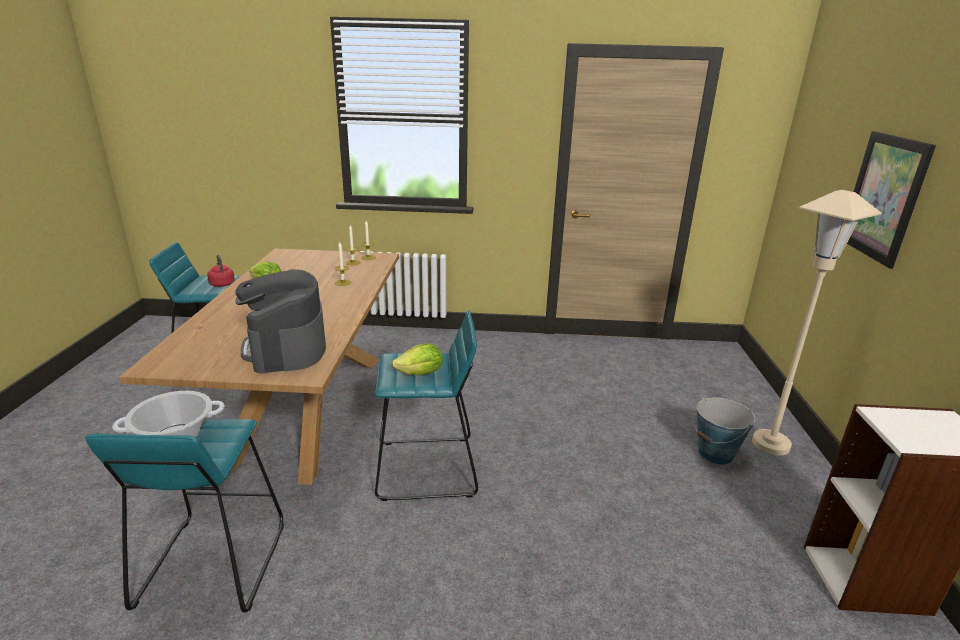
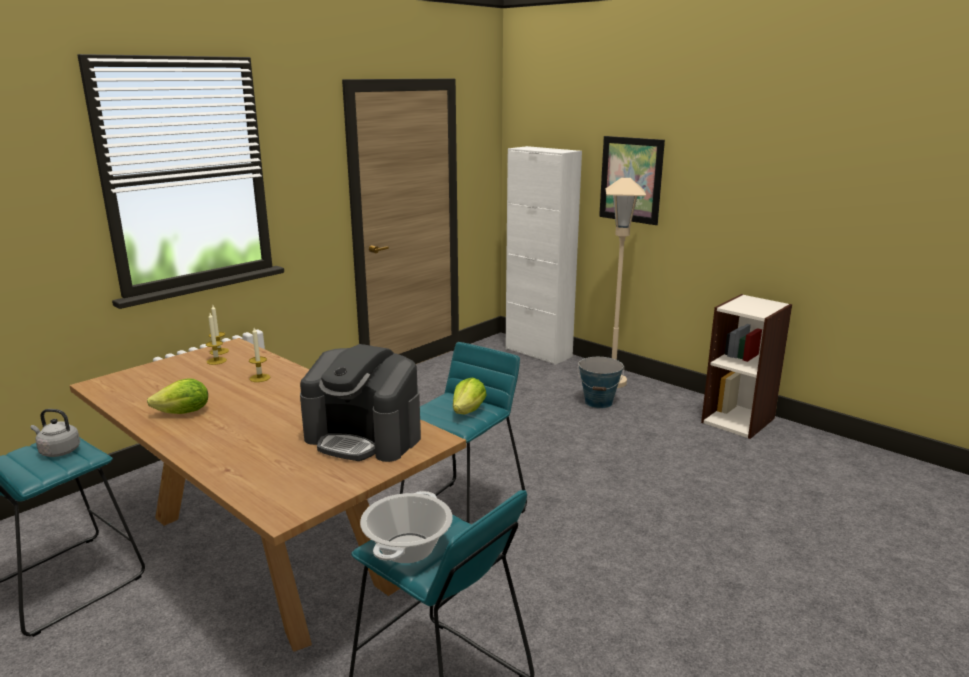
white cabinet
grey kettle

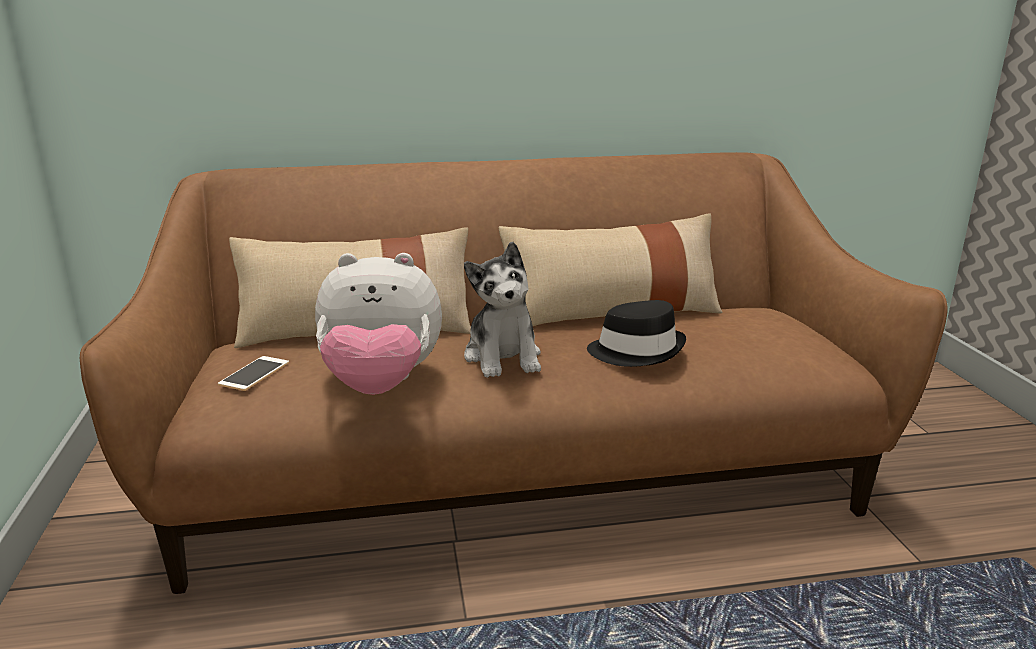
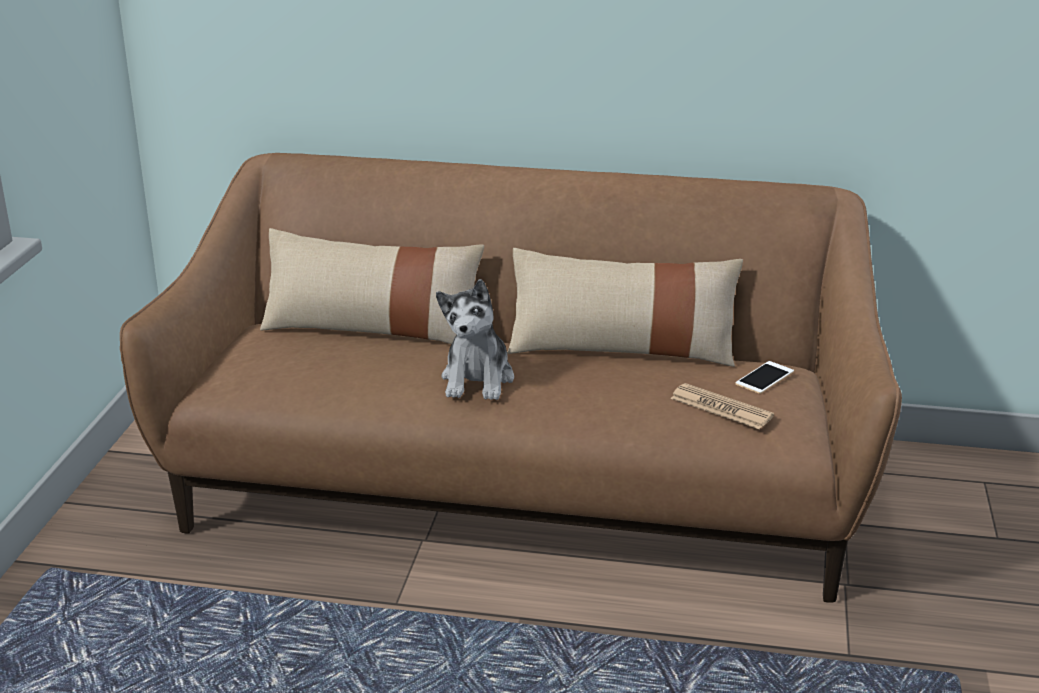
plush toy (1st from left in the first image)
black hat
newspaper
phone

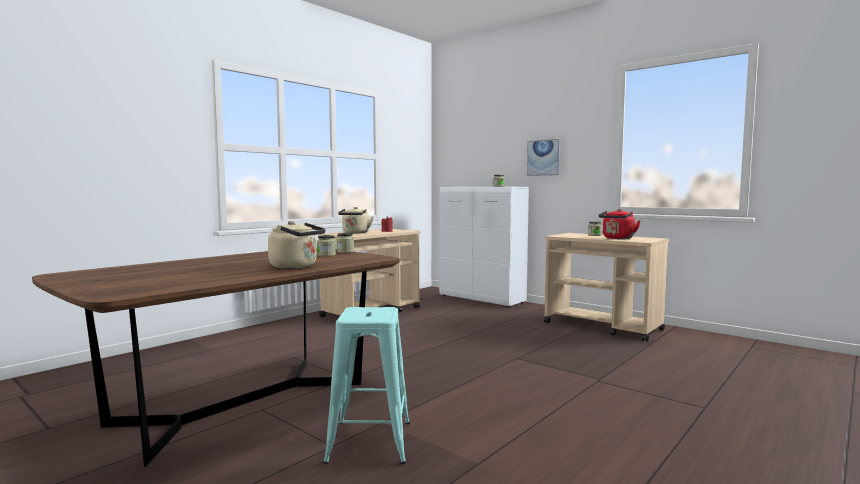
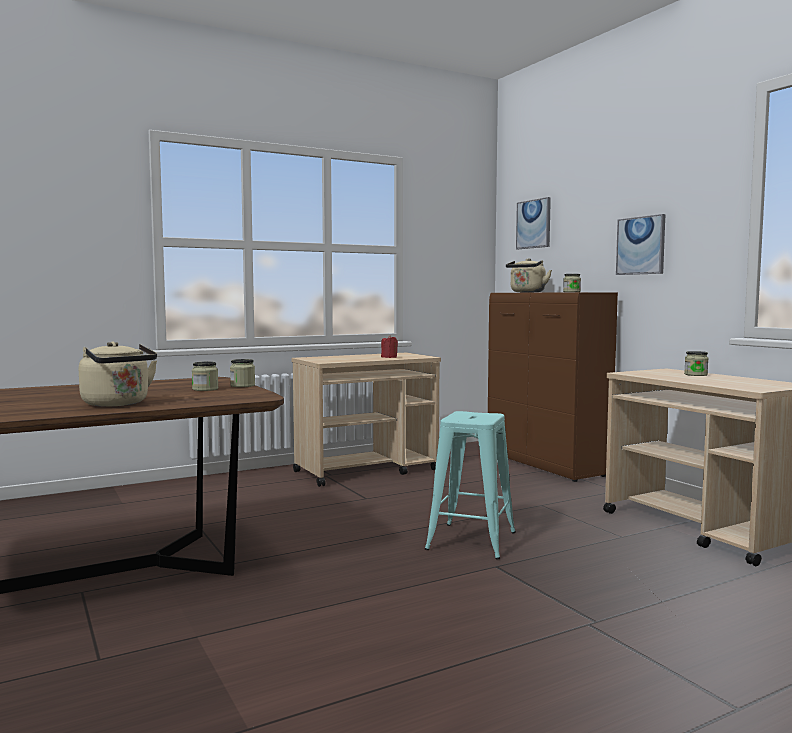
red kettle
picture (1st from left)
turquoise stool
beige kettle (2nd from left)
brown cabinet

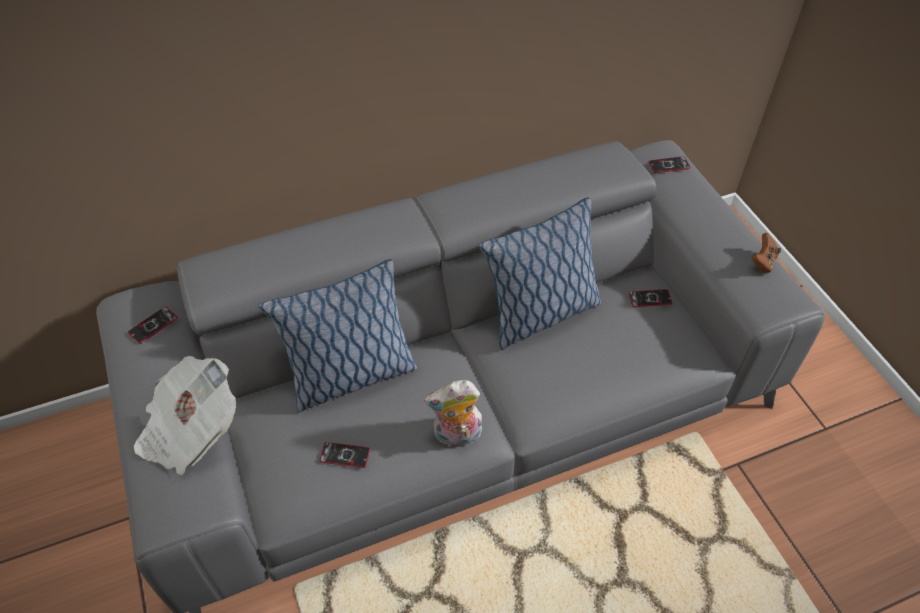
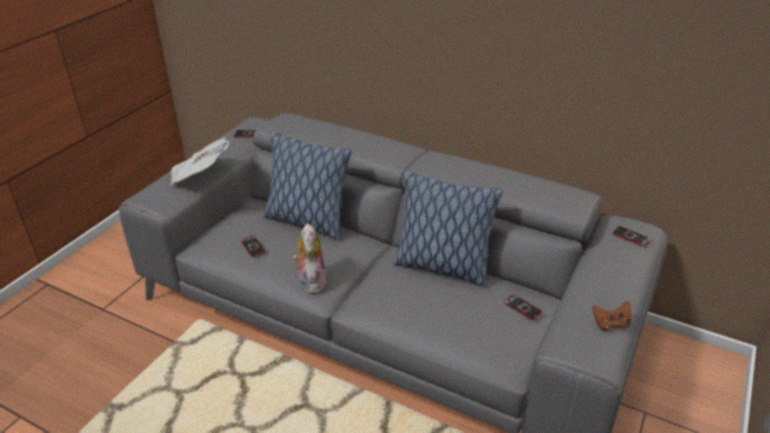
plush toy

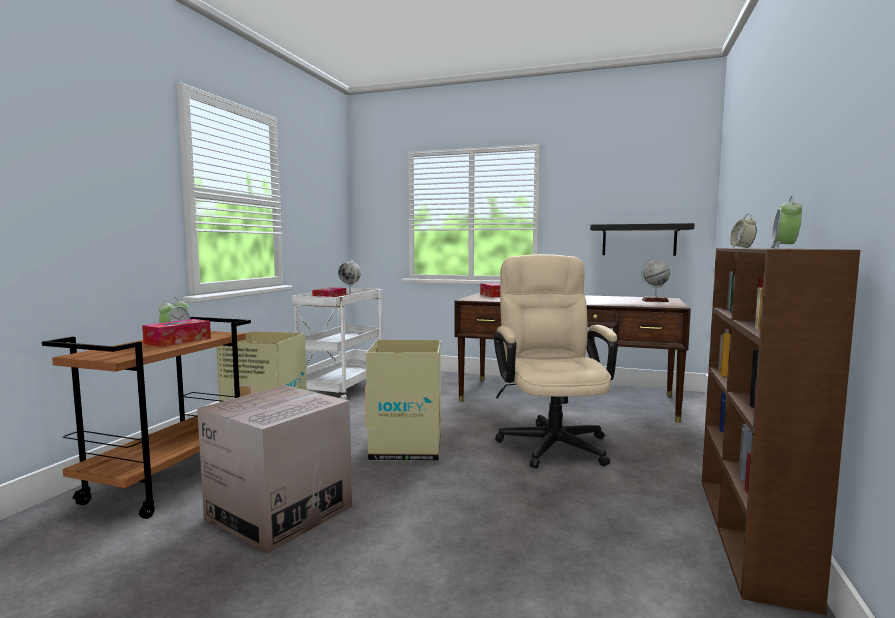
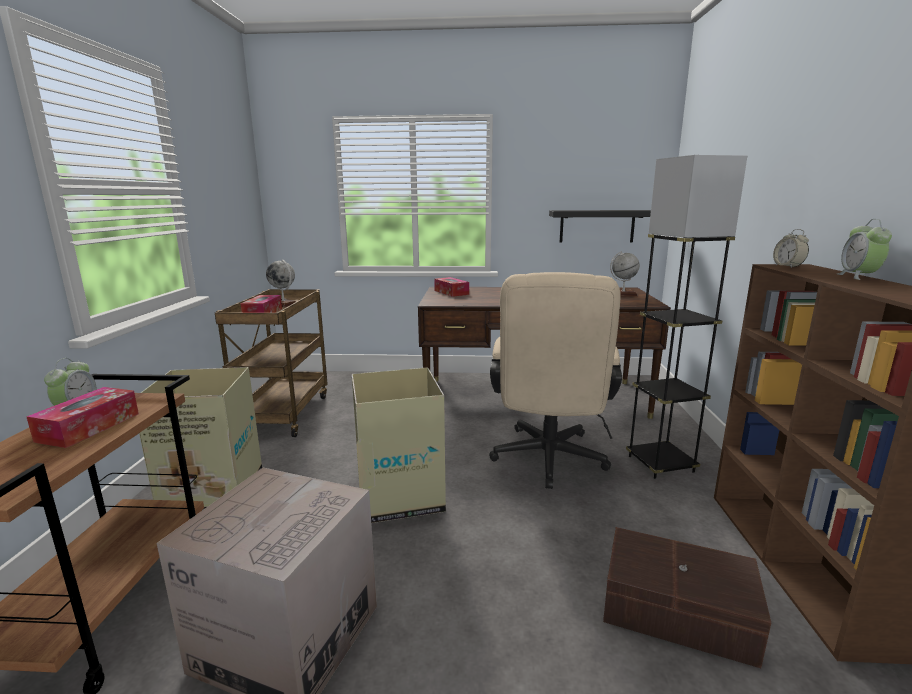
brown storage box
grey floor lamp
brown cart (2nd from left)
beige office chair

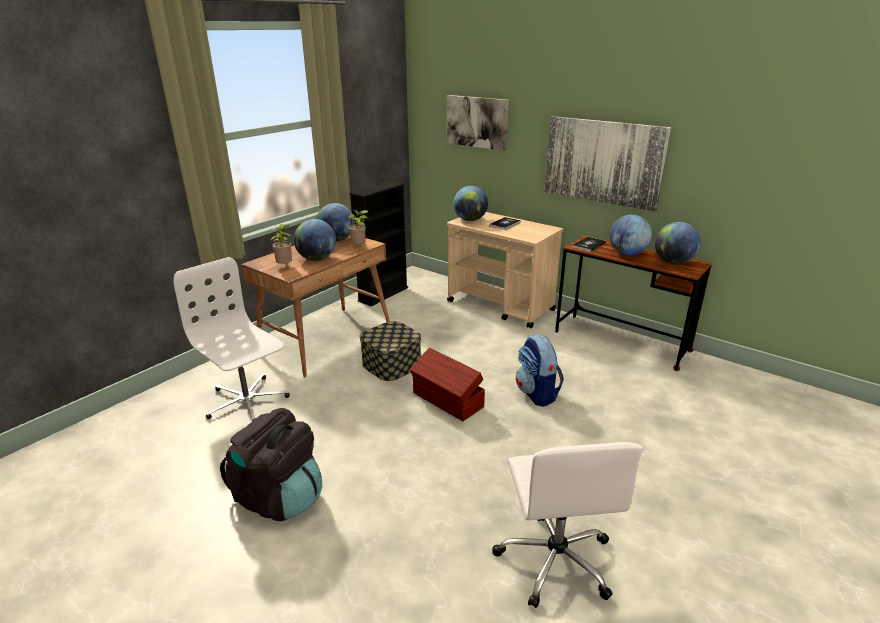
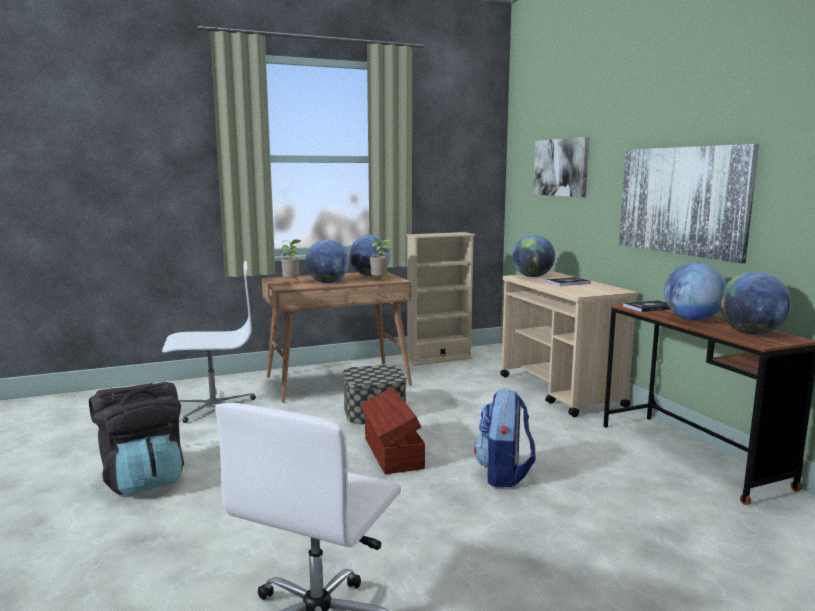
beige bookcase
white office chair (1st from left)

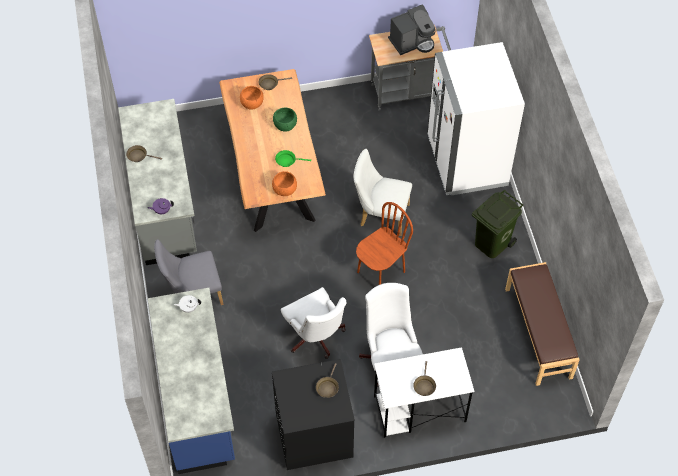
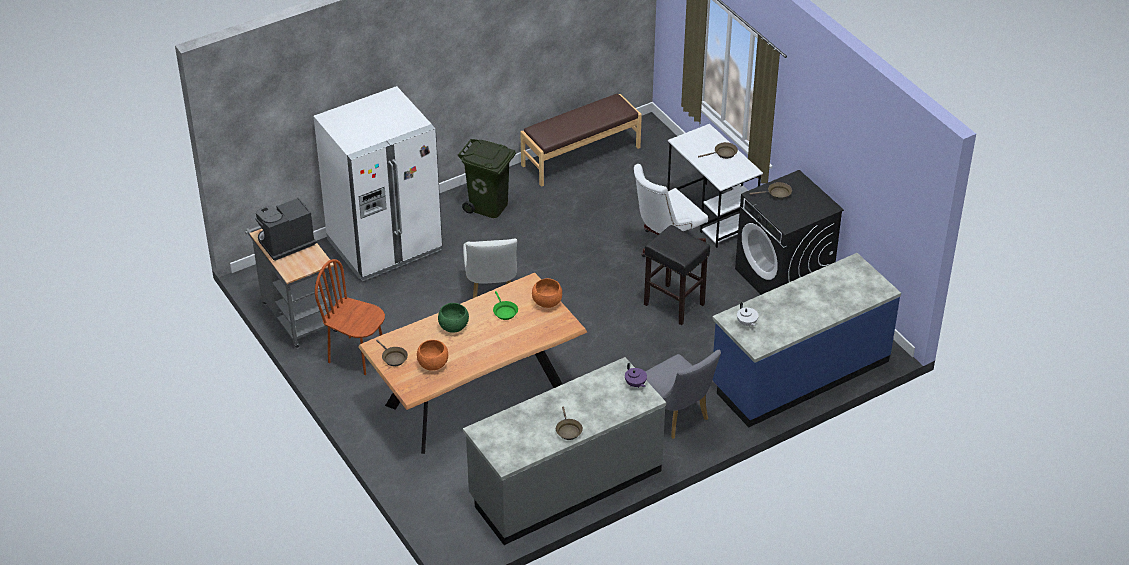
brown chair
black stool
coffee machine

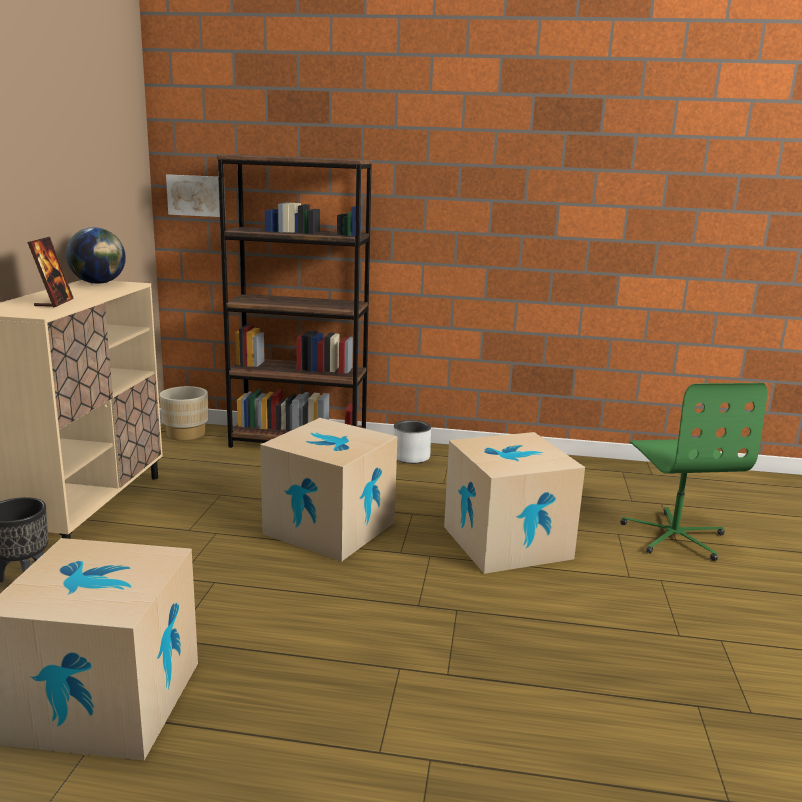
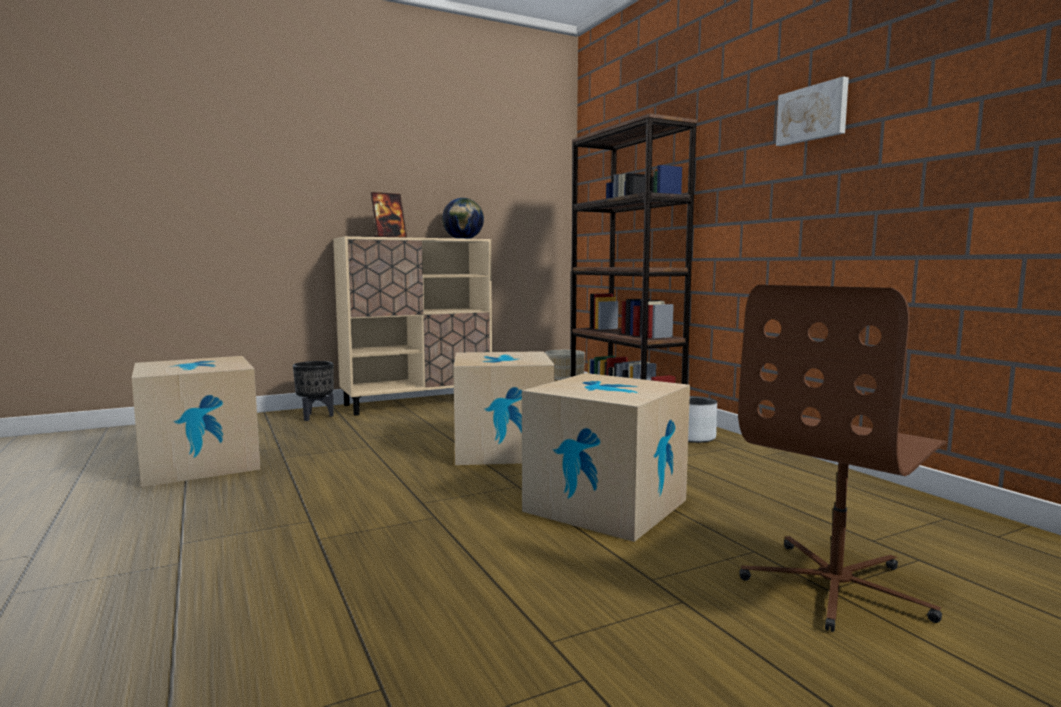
picture
brown office chair

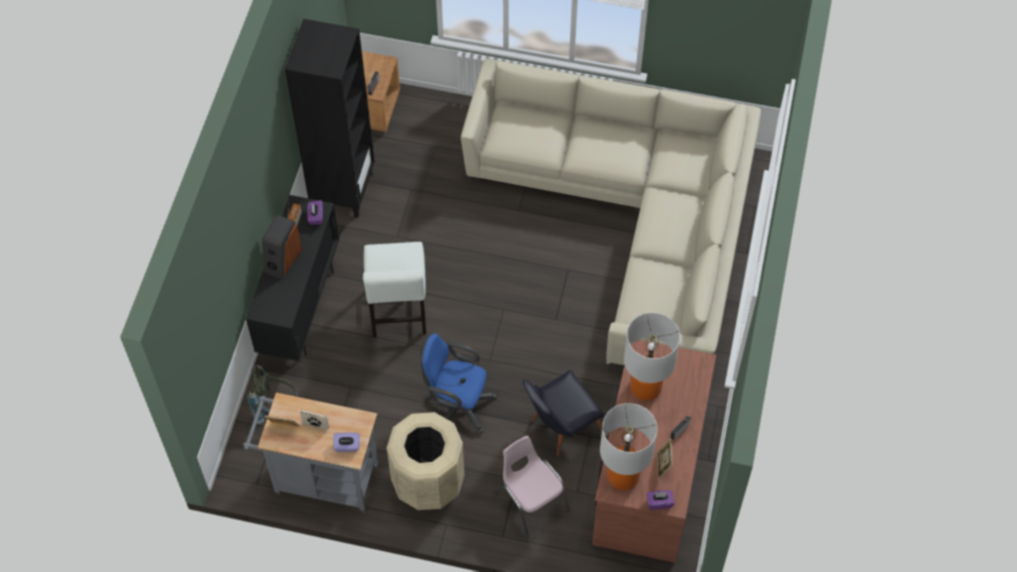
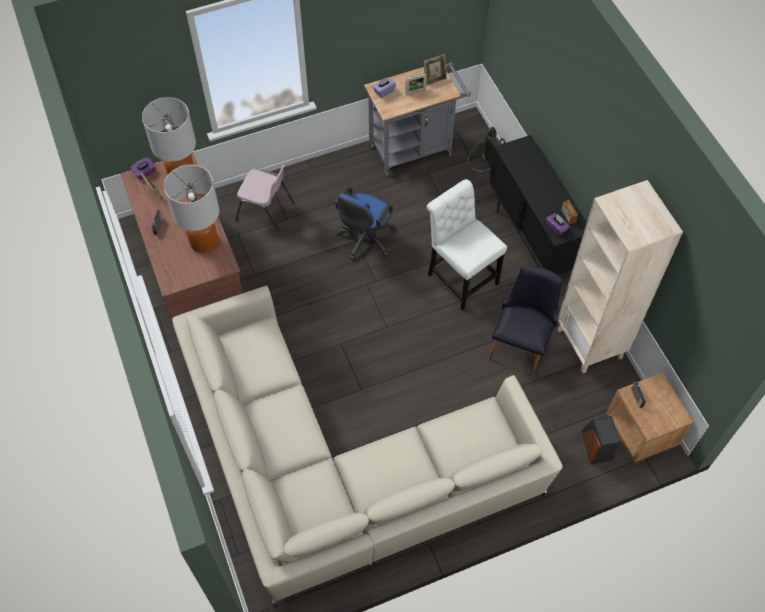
beige trash can
speaker
black chair
beige bookcase
blue office chair

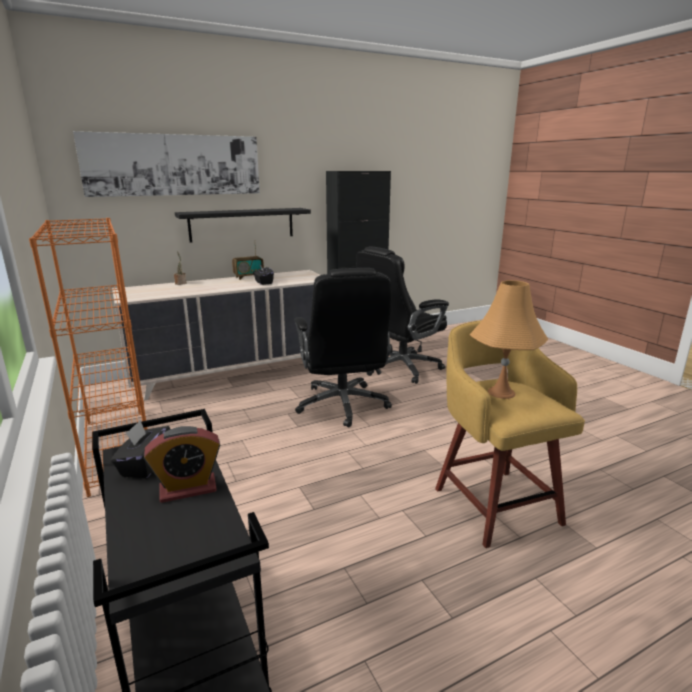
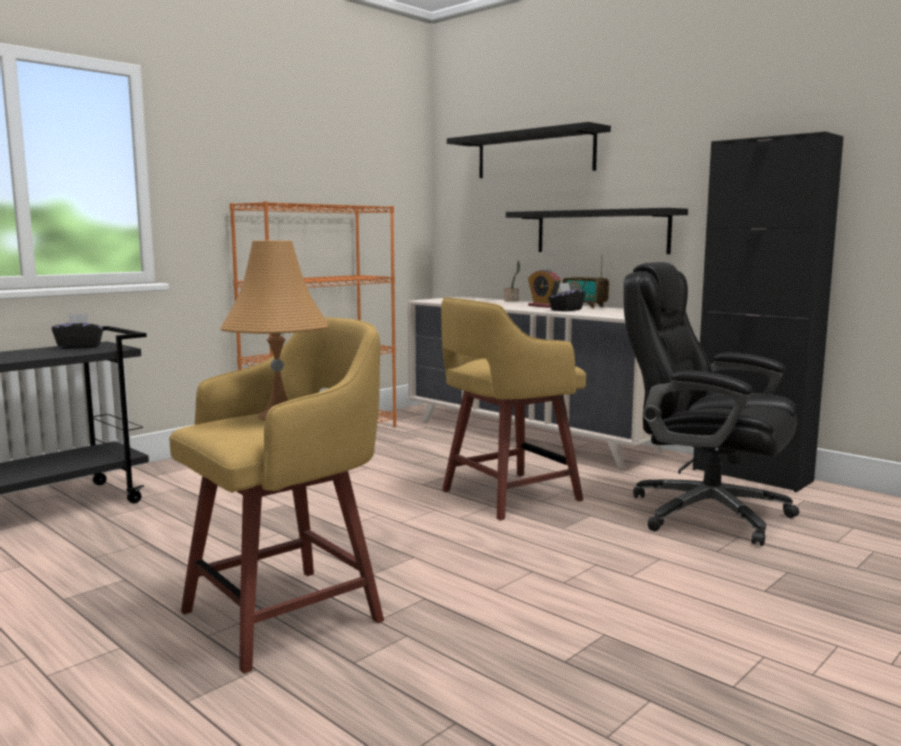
alarm clock
black shelf (1st from left)
yellow stool (2nd from left)

